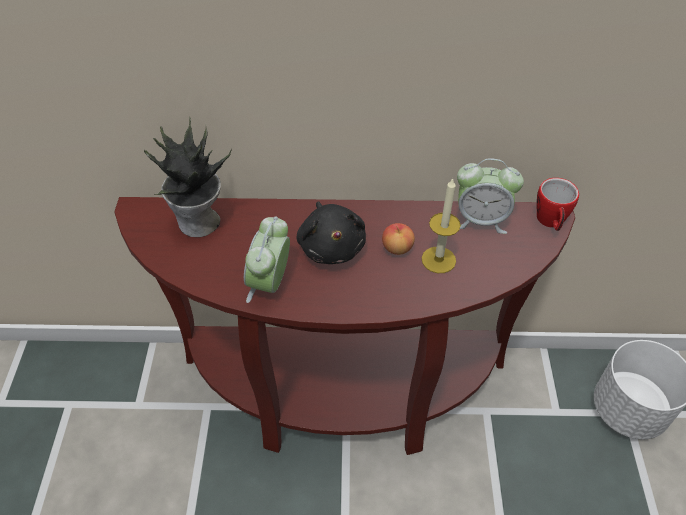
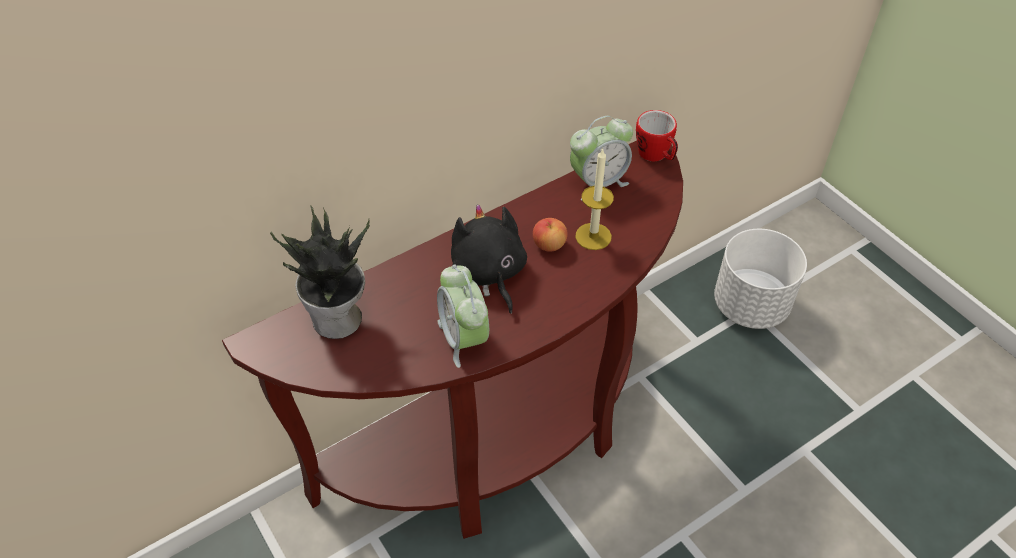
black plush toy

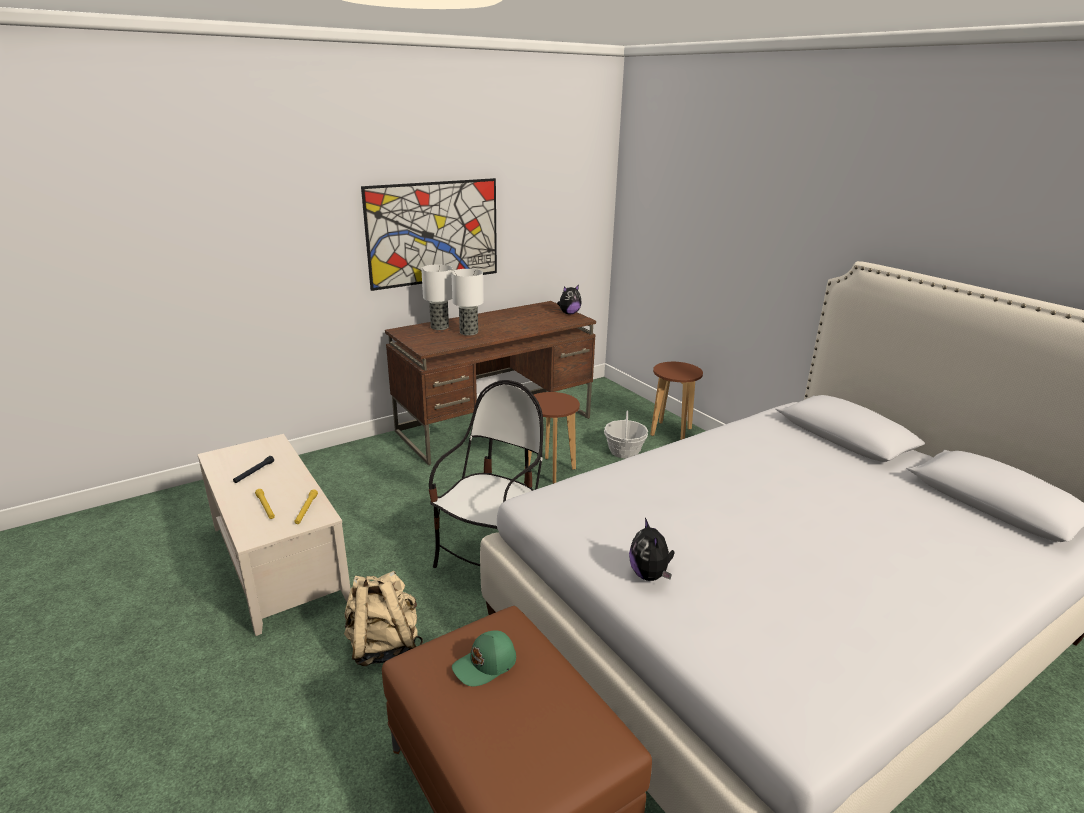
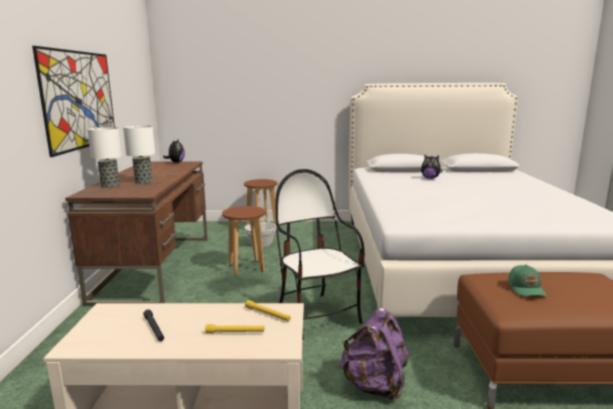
plush toy (2nd from left)
purple backpack

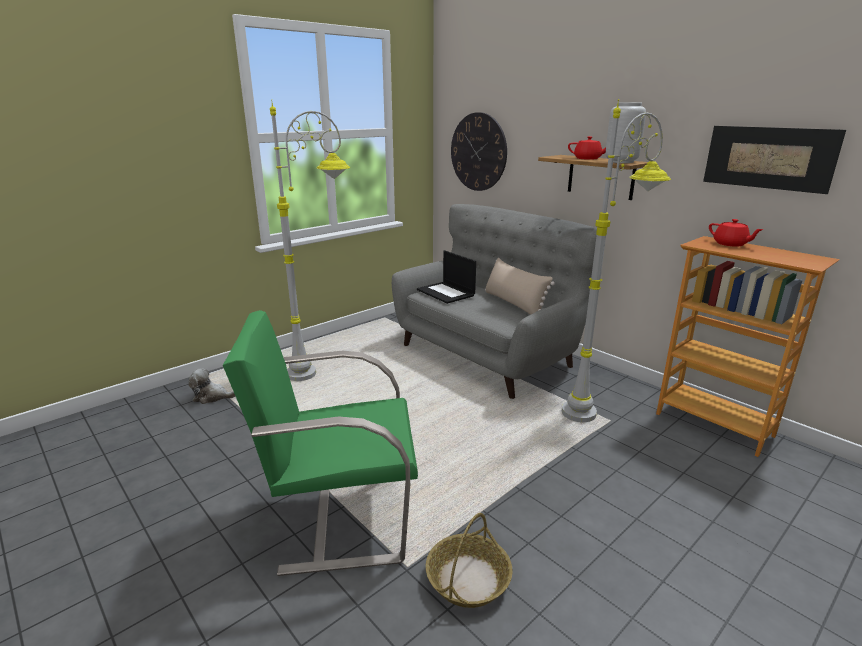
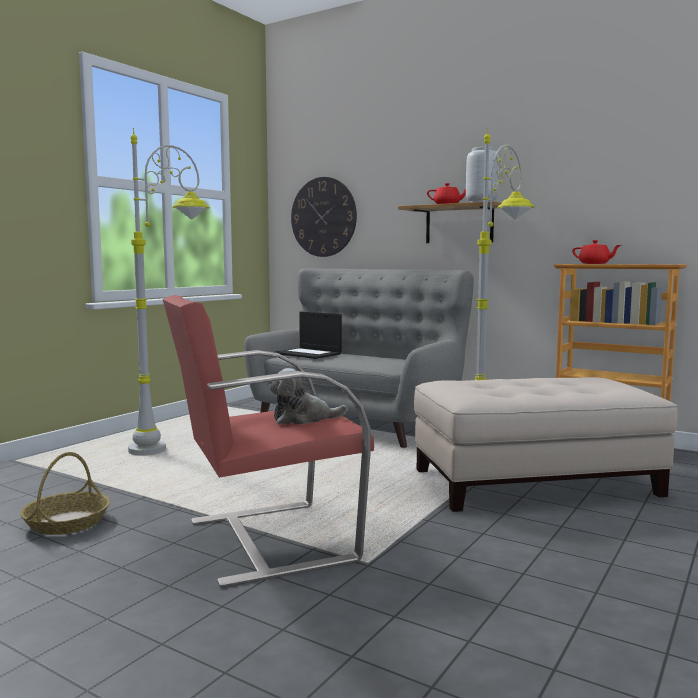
beige pillow
picture
beige ottoman
plush toy
basket
red armchair

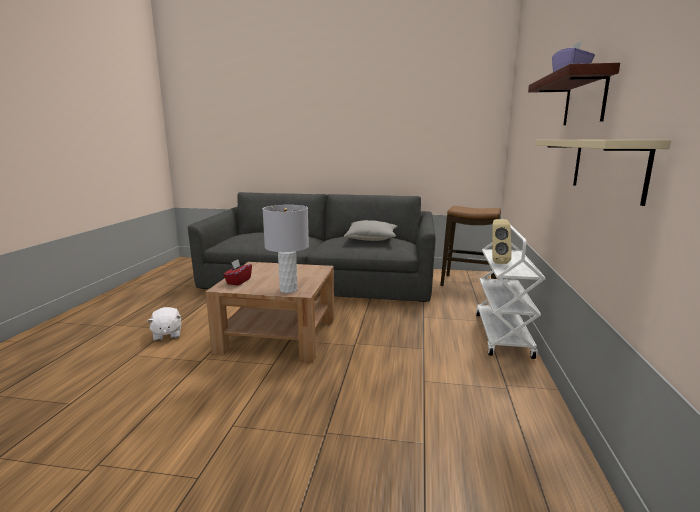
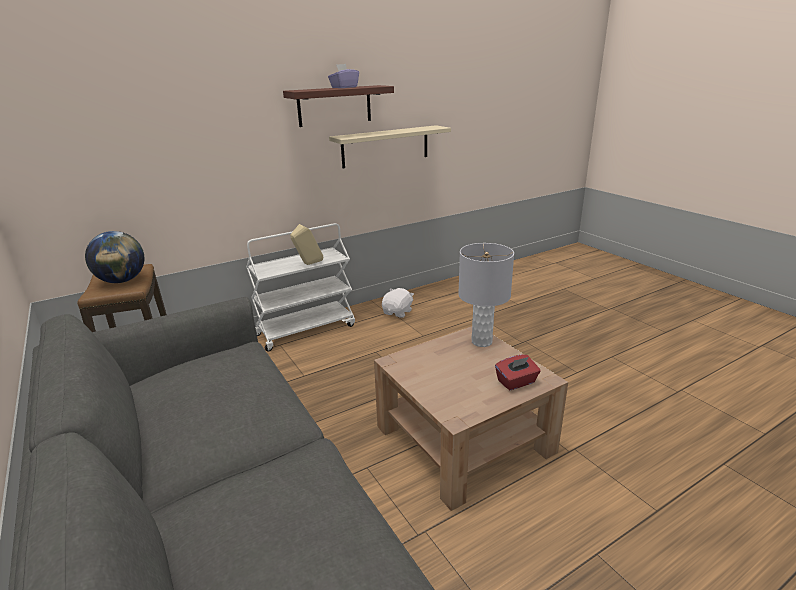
grey pillow
globe
white plush toy

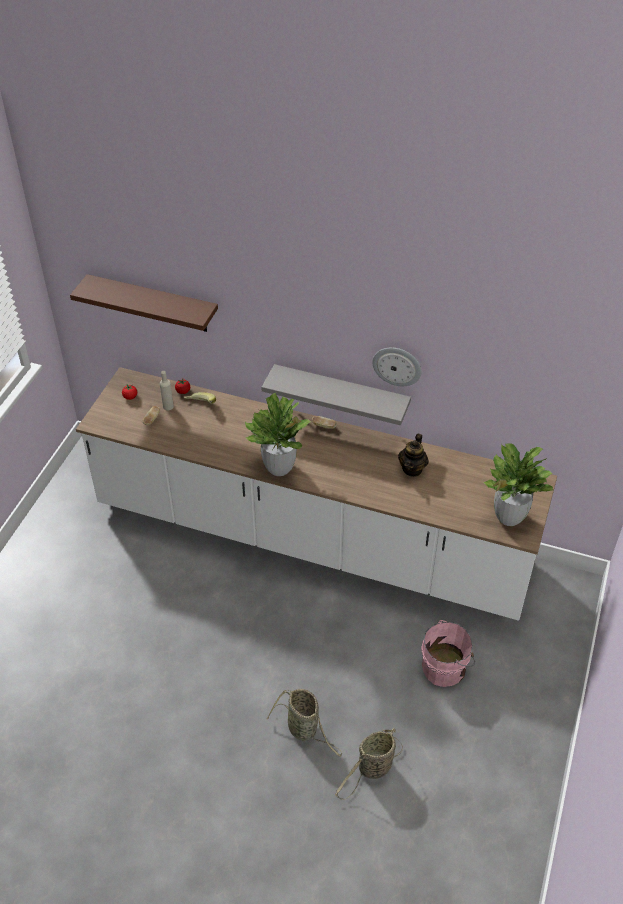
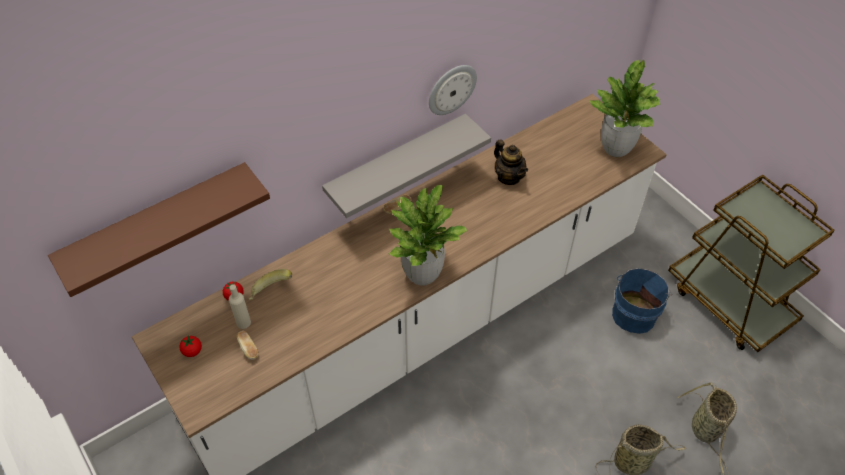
brown cart
blue bucket

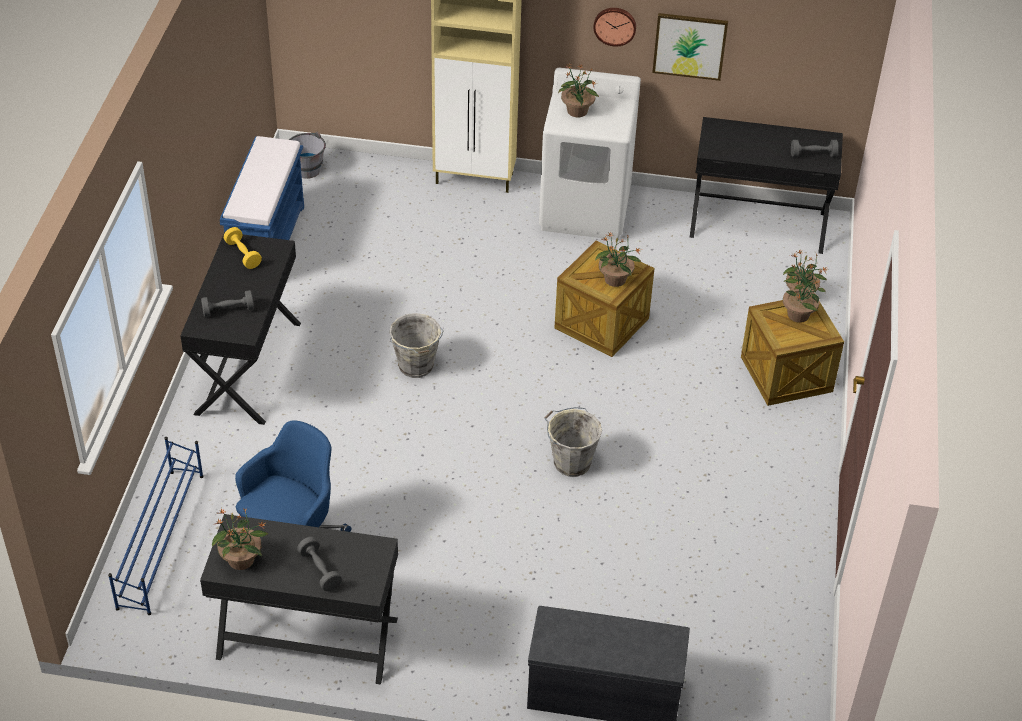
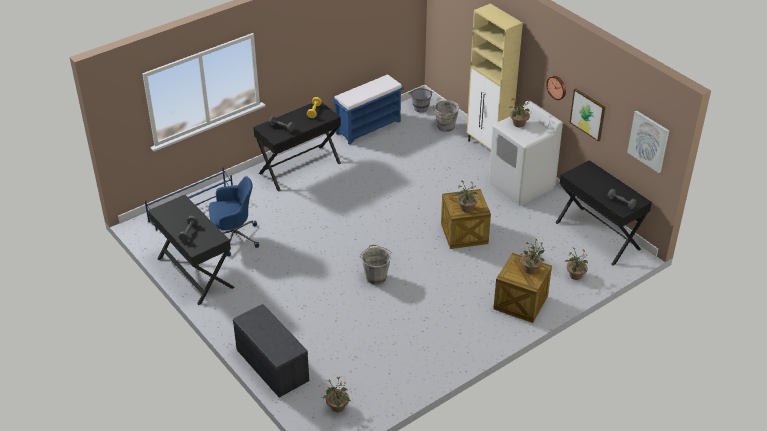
picture (2nd from left)
potted plant (1st from left)
grey bucket (3rd from left)

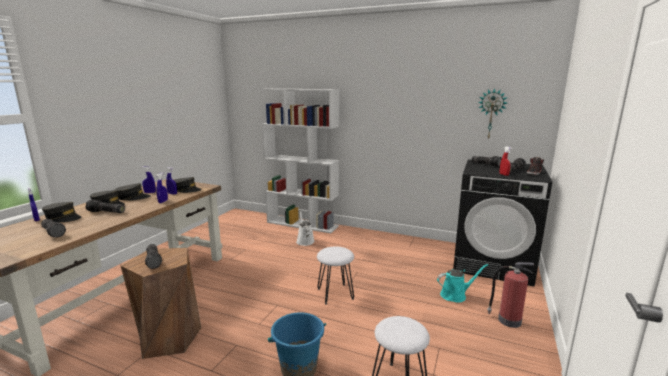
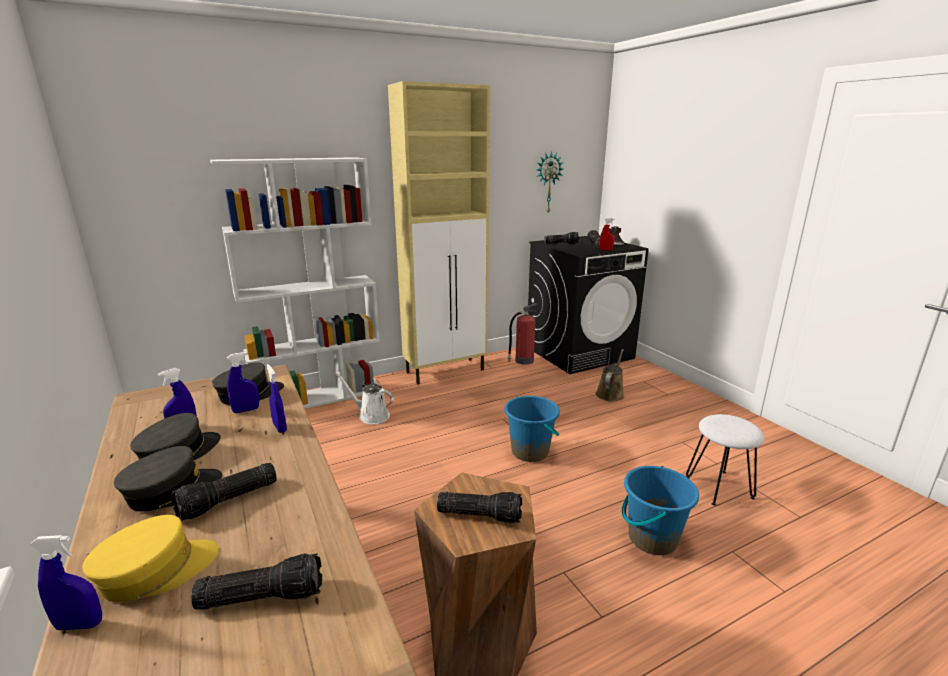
beige cabinet
fire extinguisher
blue bucket (1st from left)
yellow cap
brown watering can

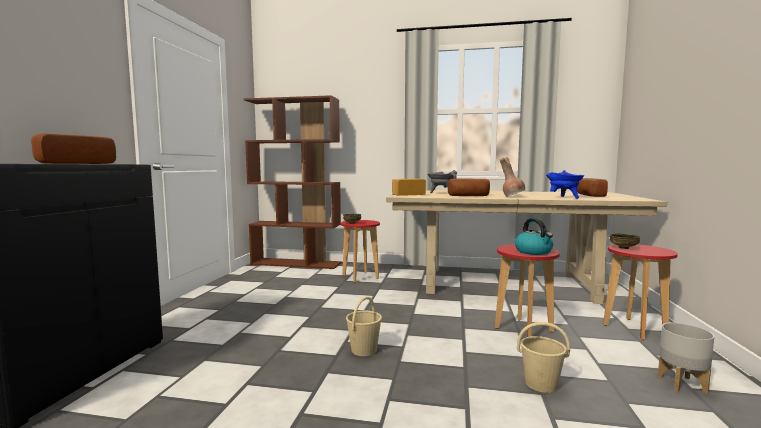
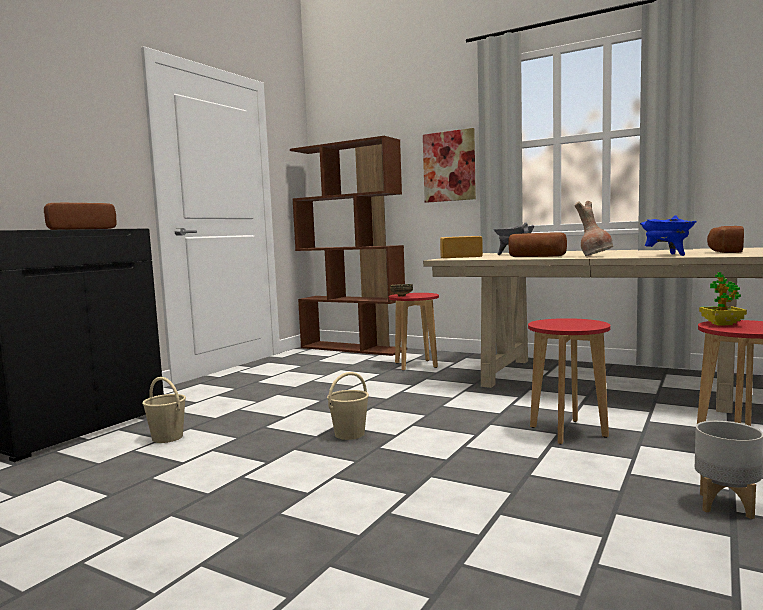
kettle
picture
beige bucket (1st from left)
potted plant

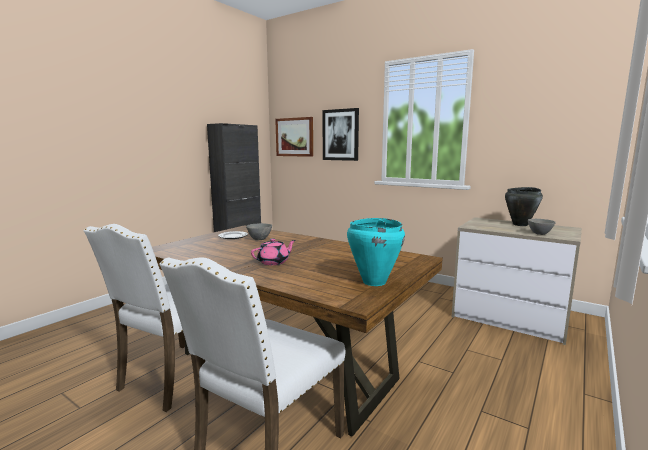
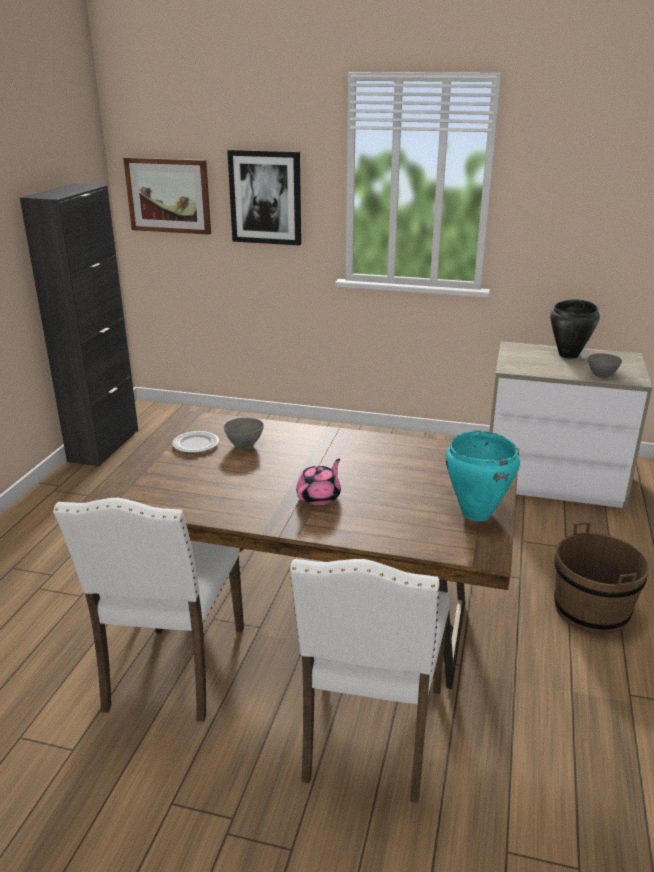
brown bucket

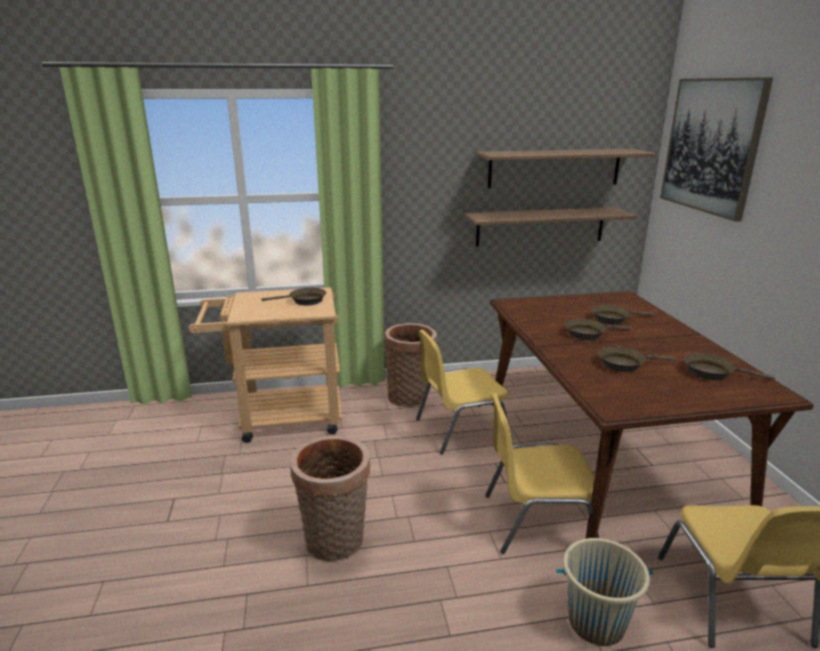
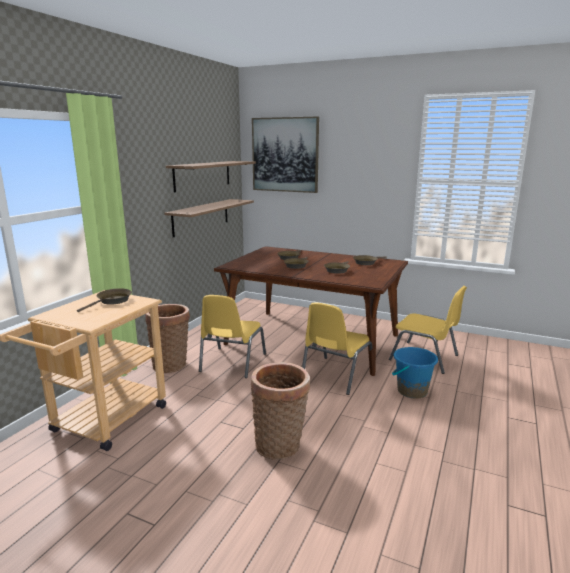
blue bucket

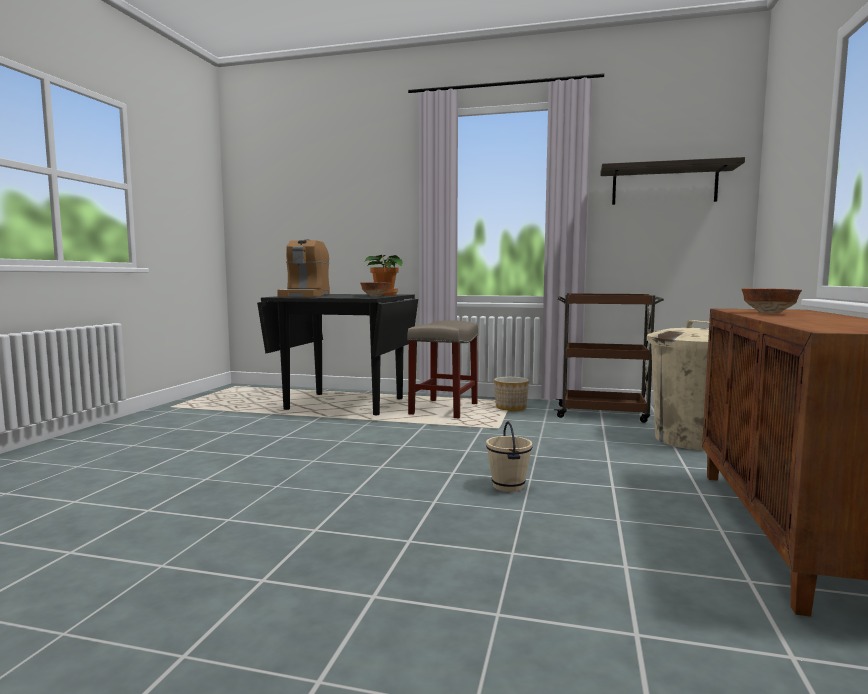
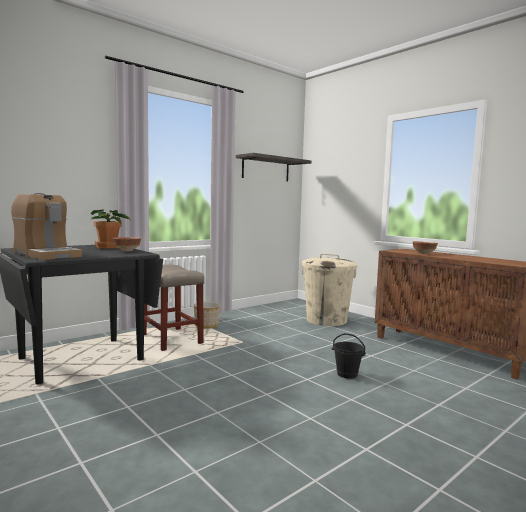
brown cart
black bucket

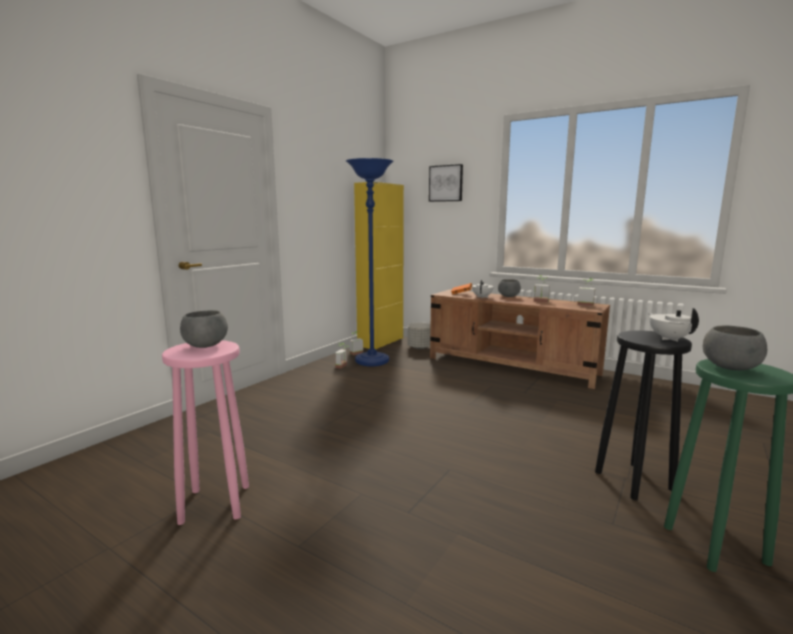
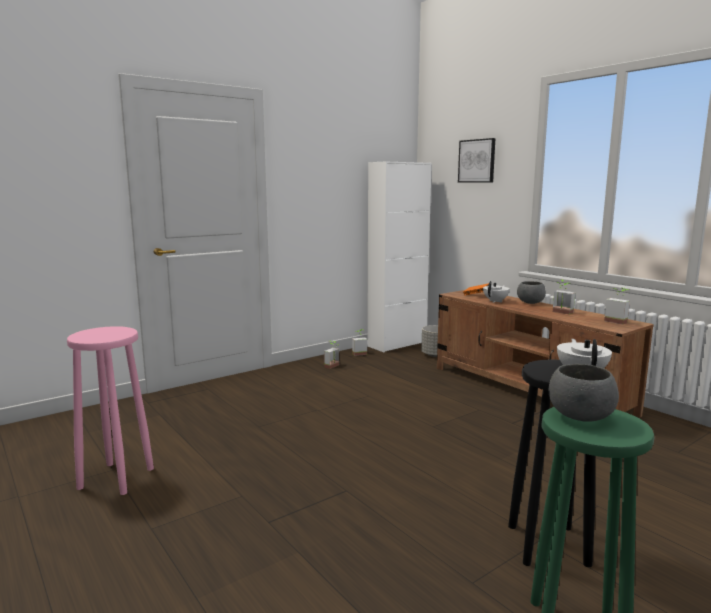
grey bowl (1st from left in the first image)
blue floor lamp
white cabinet

